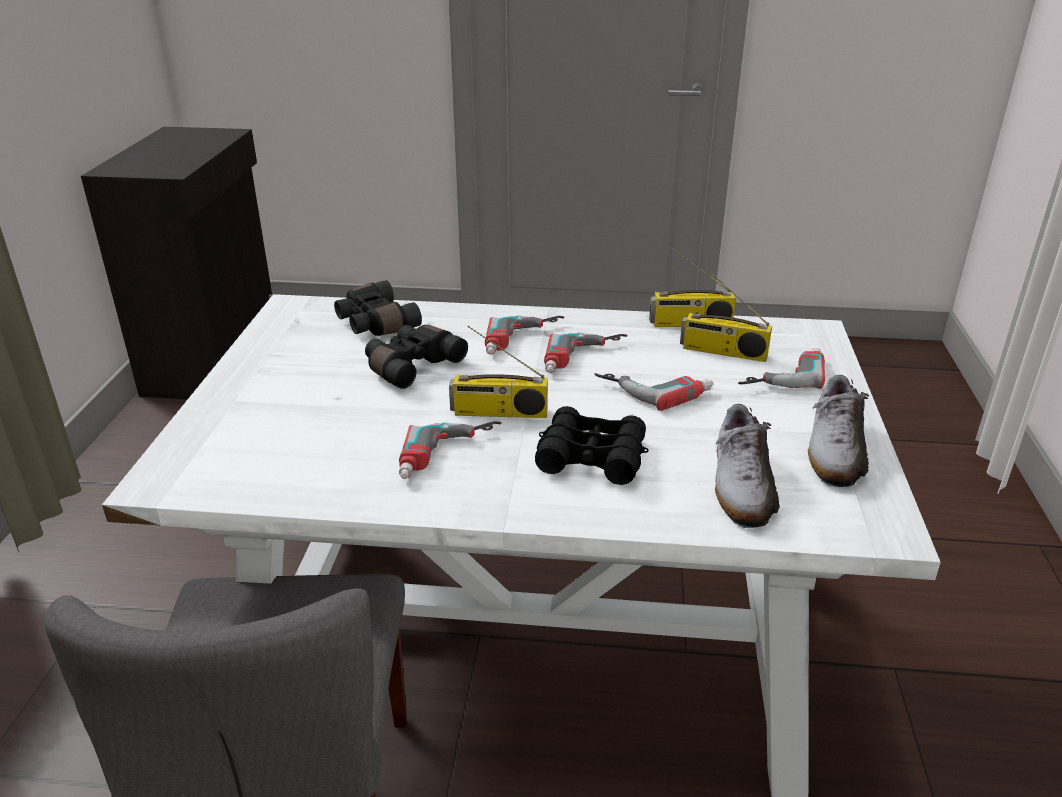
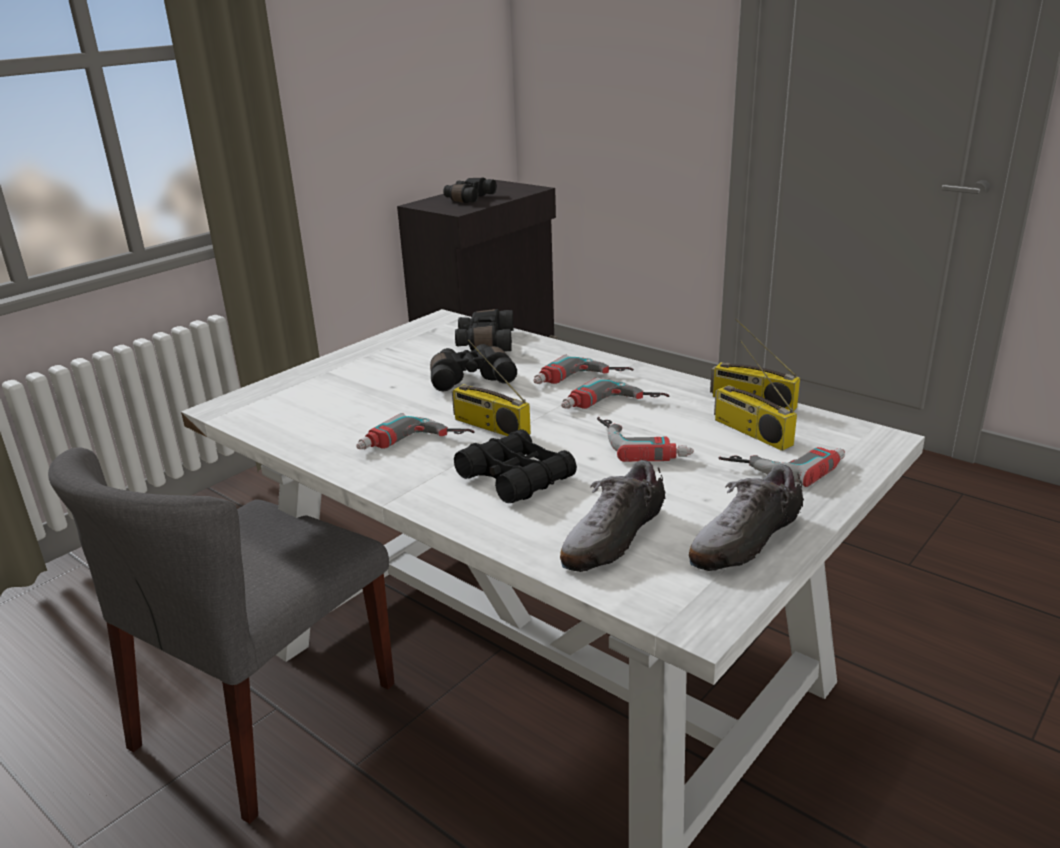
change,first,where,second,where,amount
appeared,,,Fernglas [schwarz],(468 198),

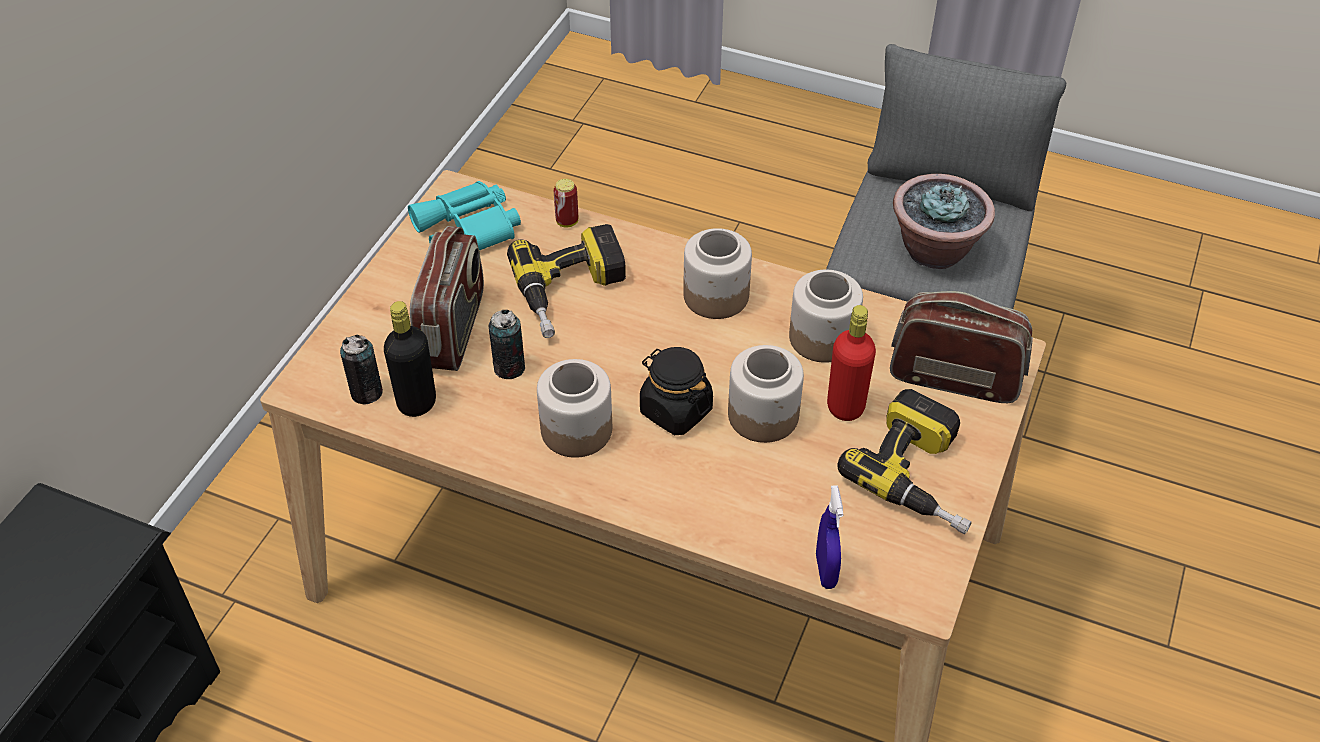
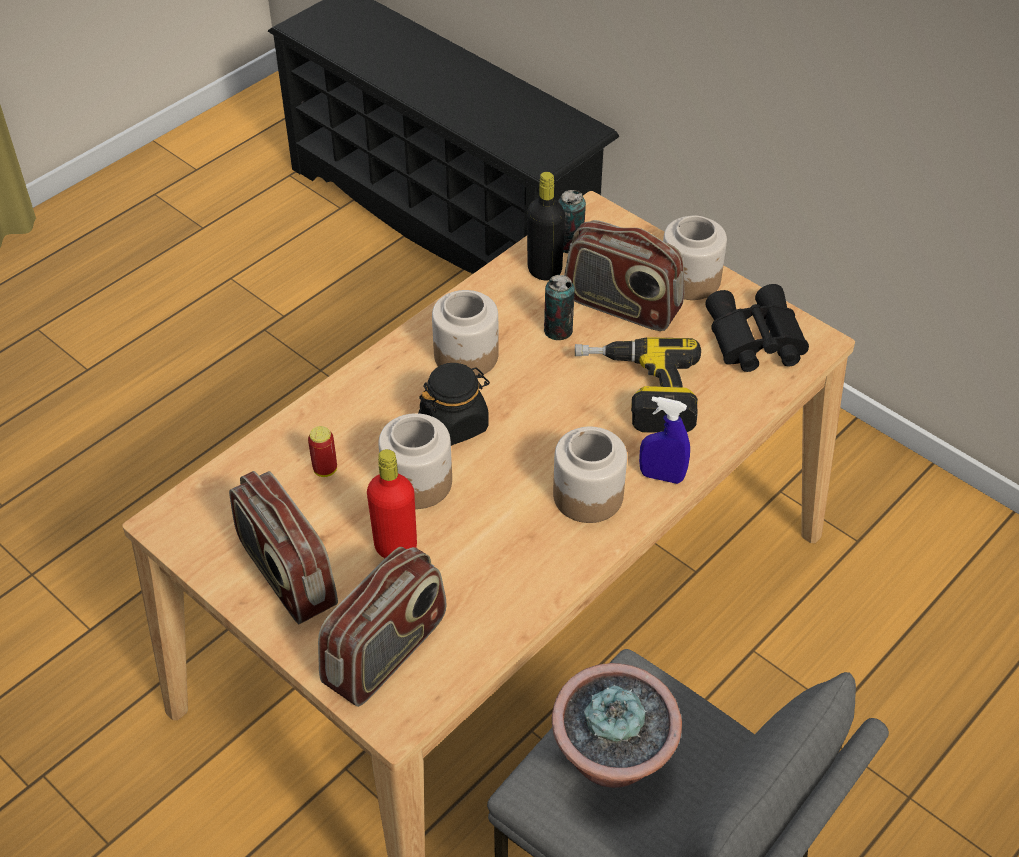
change,first,where,second,where,amount
exchanged,Bohrmaschine,(922 475),Radio,(286 574),
relocated,Dose,(567 222),,(325 469),
relocated,Sprühflasche [blau],(825 571),,(661 476),
relocated,Vorratsglas,(823 337),,(690 280),
colour,Fernglas [türkis],(470 230),Fernglas [schwarz],(753 340),

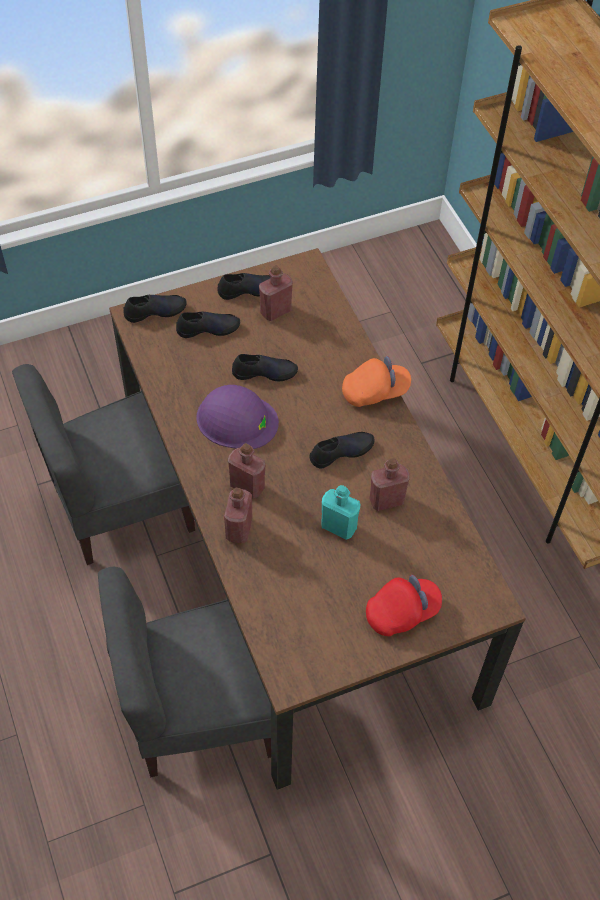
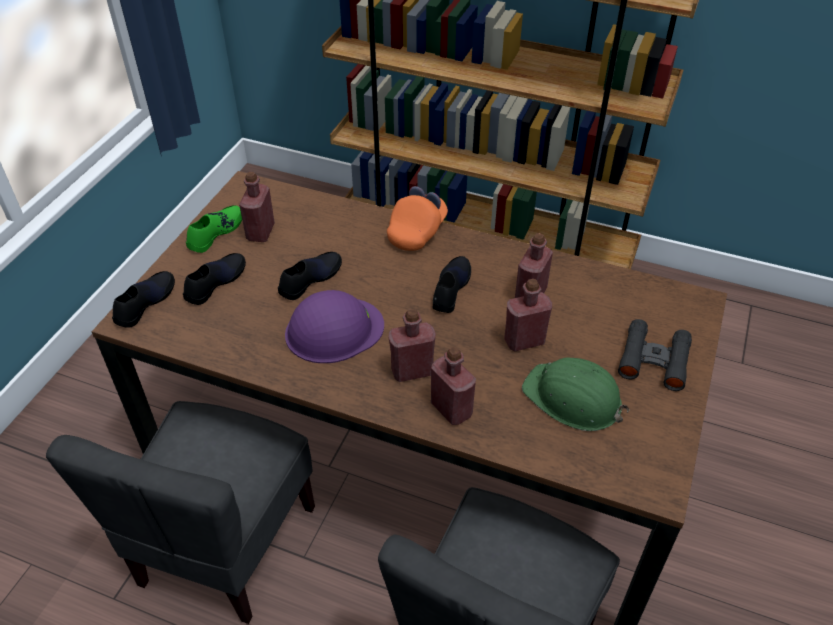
change,first,where,second,where,amount
colour,Schuh [schwarz],(248 290),Schuh [grün],(215 233),
colour,Flasche [türkis],(339 527),Flasche [rot],(524 341),
appeared,,,Schutzhelm [grün],(573 399),
exchanged,Kappe [rot],(402 612),Fernglas [schwarz],(654 360),

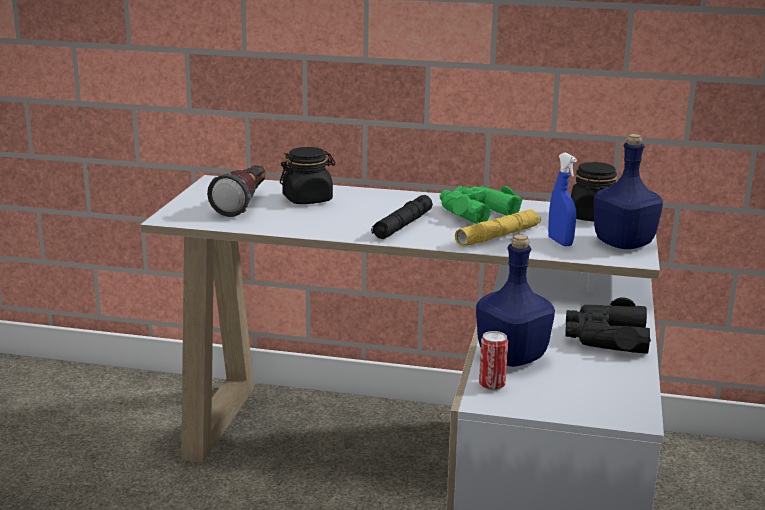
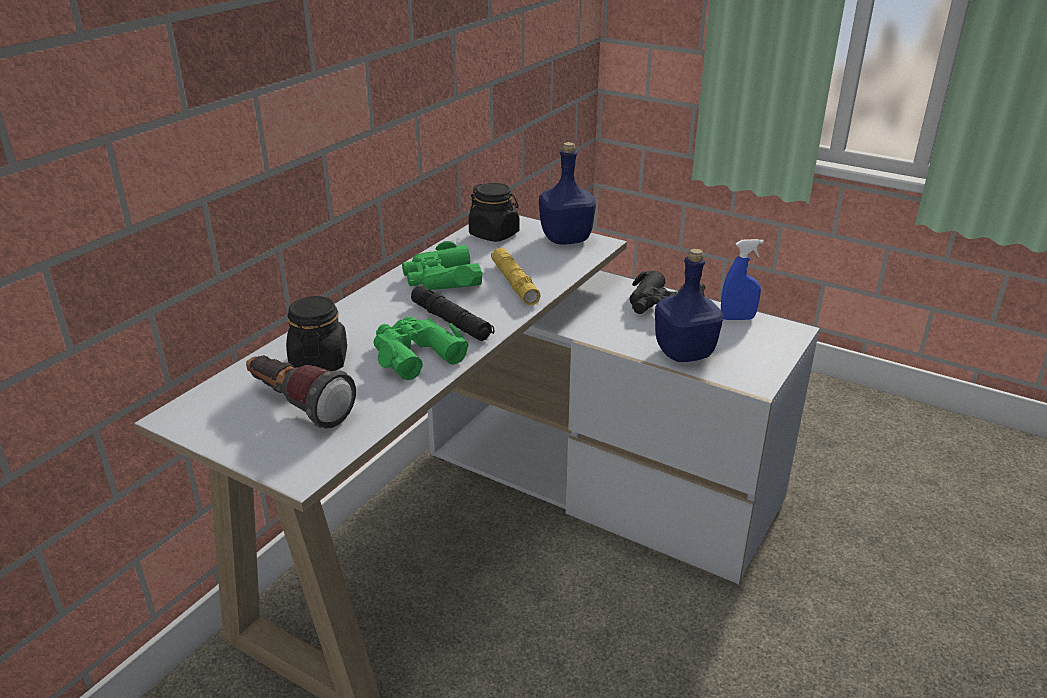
change,first,where,second,where,amount
appeared,,,Fernglas [grün],(415 354),
relocated,Sprühflasche [blau],(560 242),,(737 318),
missing,Dose,(492 385),,,

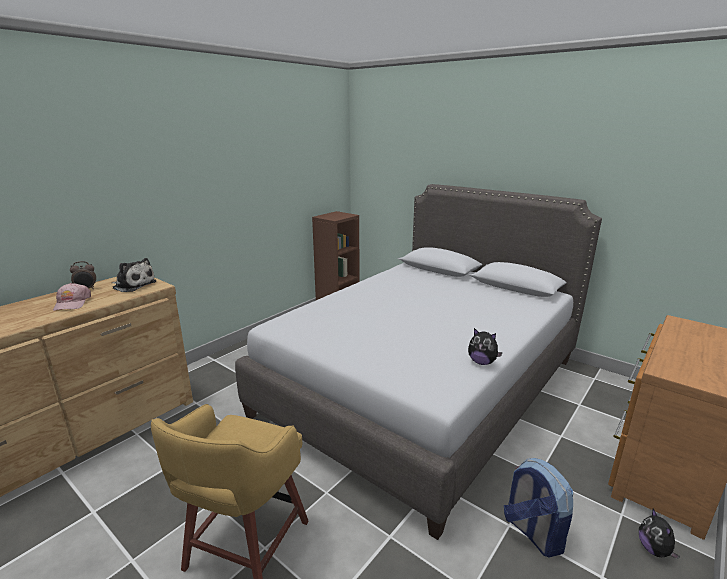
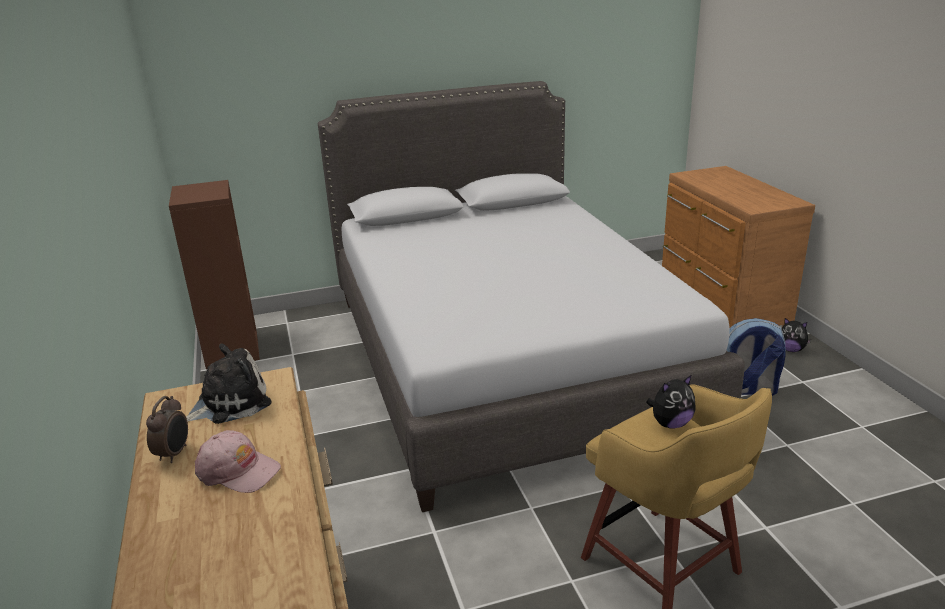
change,first,where,second,where,amount
relocated,Plüschtier,(482 362),,(670 423),

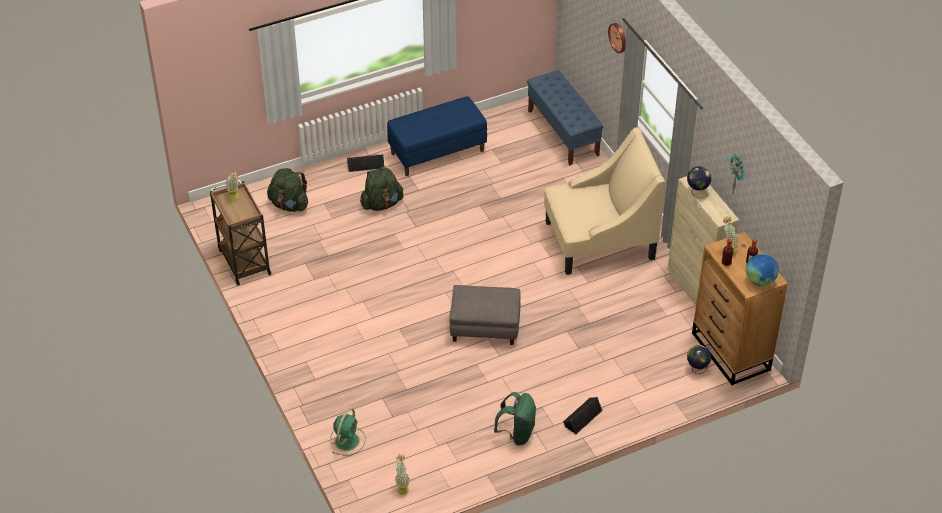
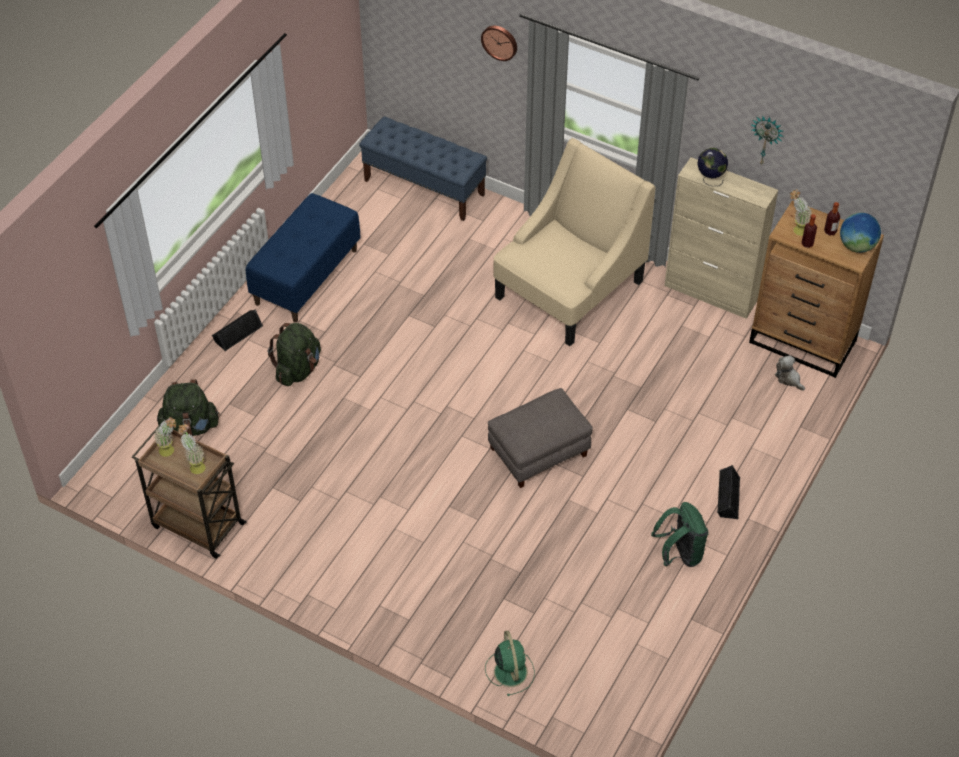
change,first,where,second,where,amount
relocated,Topfpflanze,(402 487),,(194 465),
exchanged,Globus,(697 369),Plüschtier,(788 378),

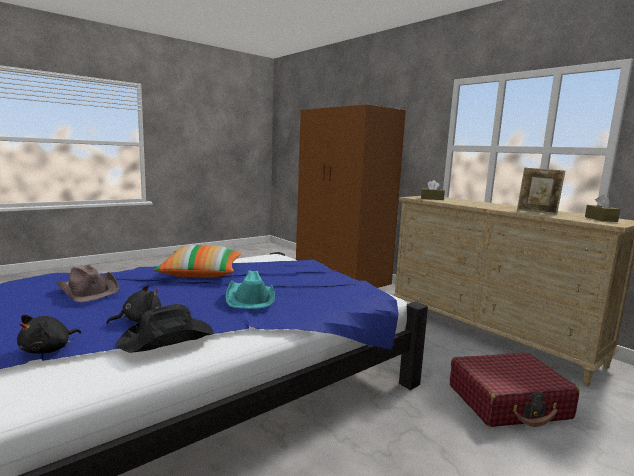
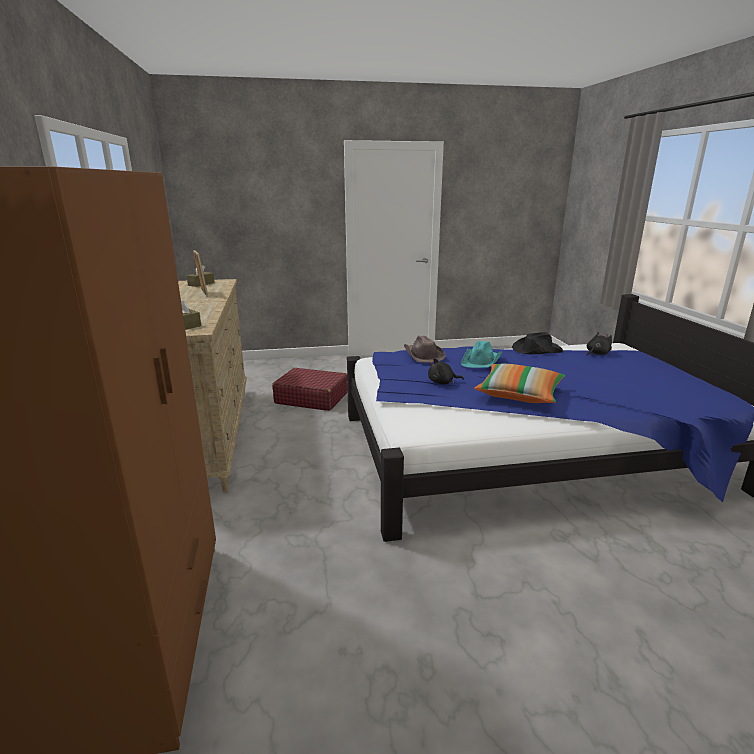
change,first,where,second,where,amount
relocated,Hut [braun],(89 290),,(423 355),
relocated,Plüschtier [schwarz],(139 320),,(442 382),

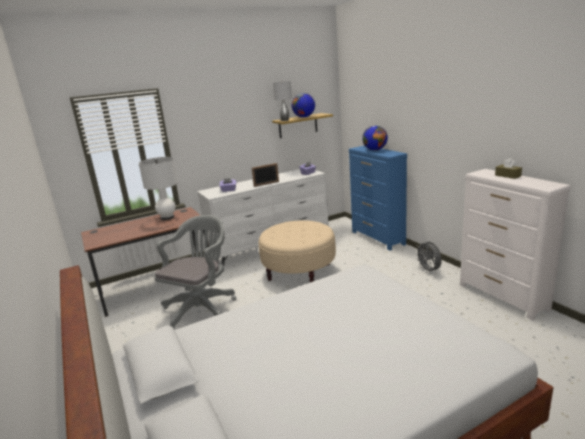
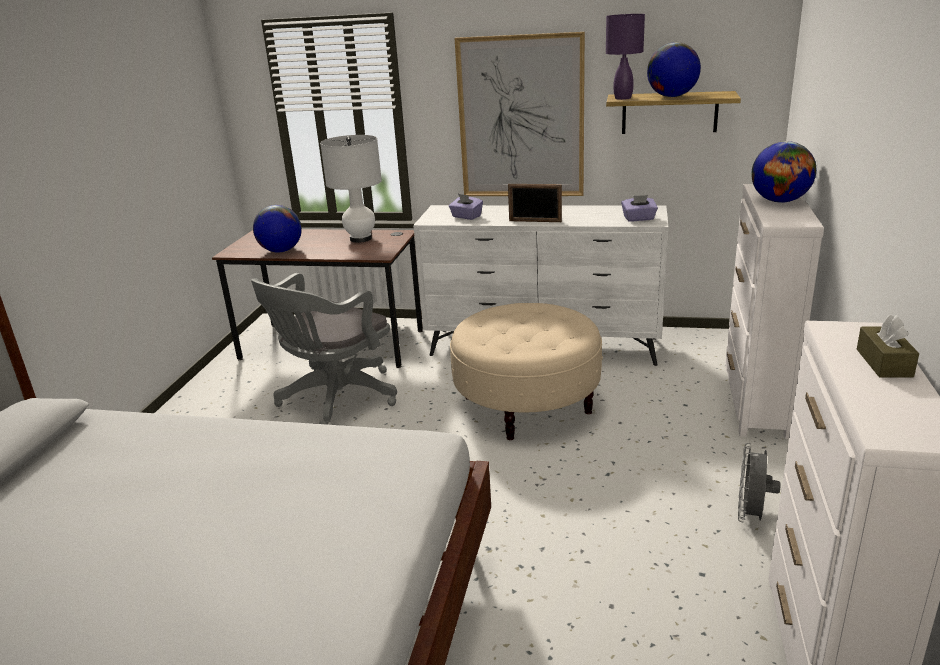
change,first,where,second,where,amount
spun,Bürostuhl [grau],(201 308),,(334 399),150 degrees clockwise
appeared,,,Globus,(281 251),
appeared,,,Bild,(521 118),
colour,Tischlampe [grau],(284 120),Tischlampe [lila],(622 98),
colour,Kommode [blau],(378 238),Kommode [weiß],(755 401),

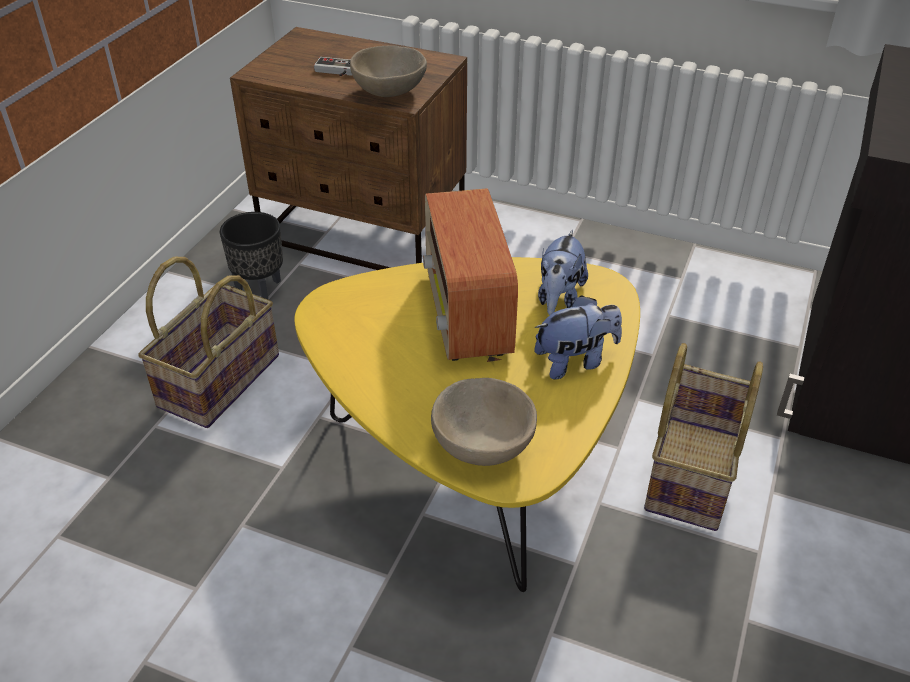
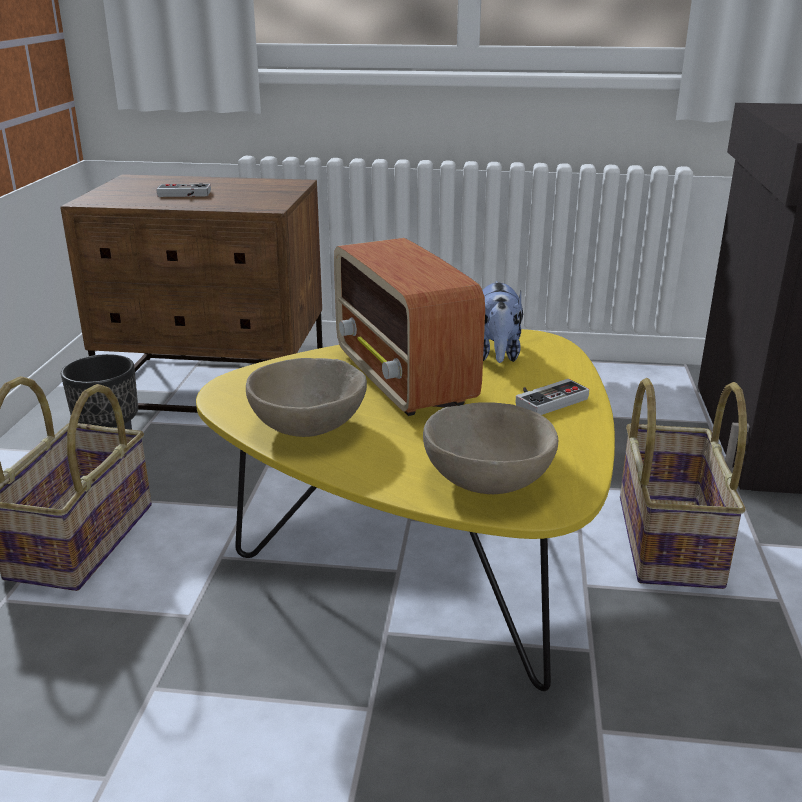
change,first,where,second,where,amount
relocated,Schüssel [beige],(389 92),,(308 428),
exchanged,Plüschtier,(575 361),Gamepad,(546 399),

